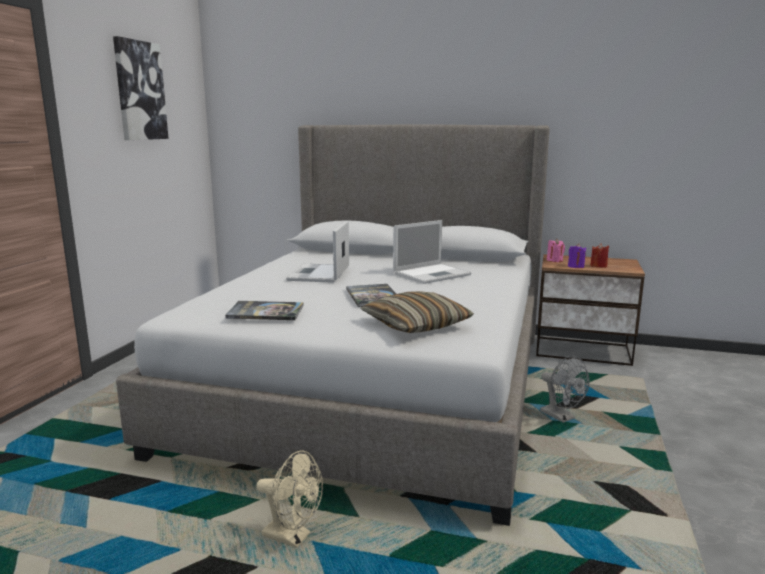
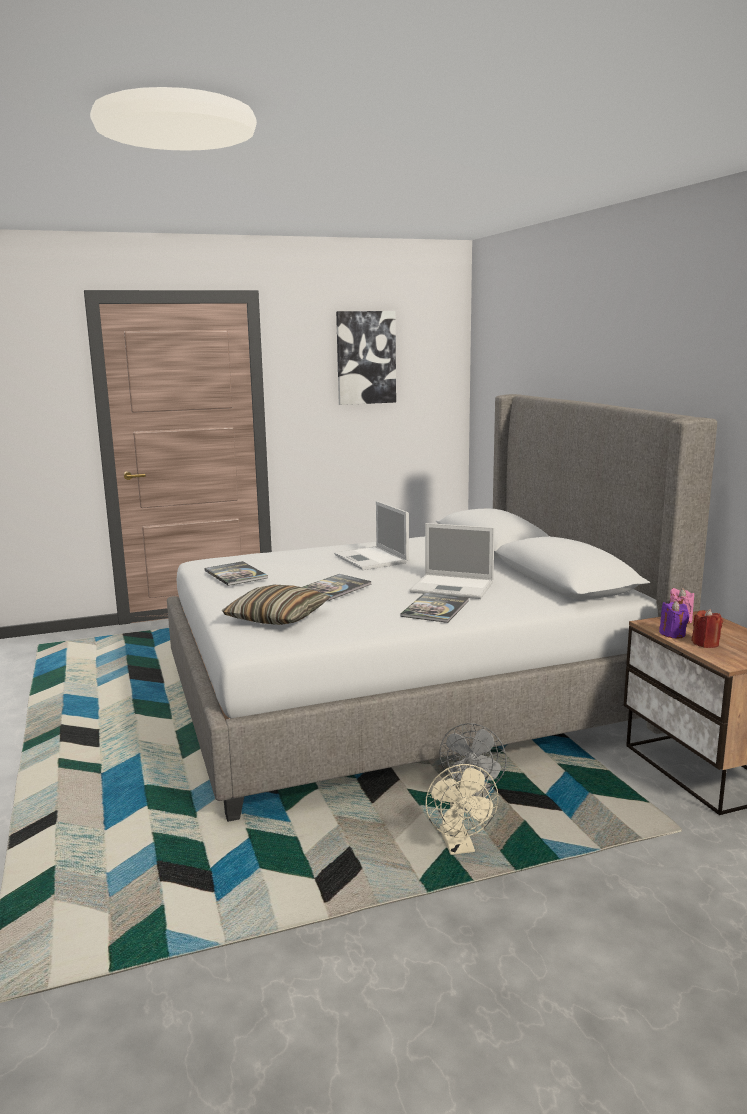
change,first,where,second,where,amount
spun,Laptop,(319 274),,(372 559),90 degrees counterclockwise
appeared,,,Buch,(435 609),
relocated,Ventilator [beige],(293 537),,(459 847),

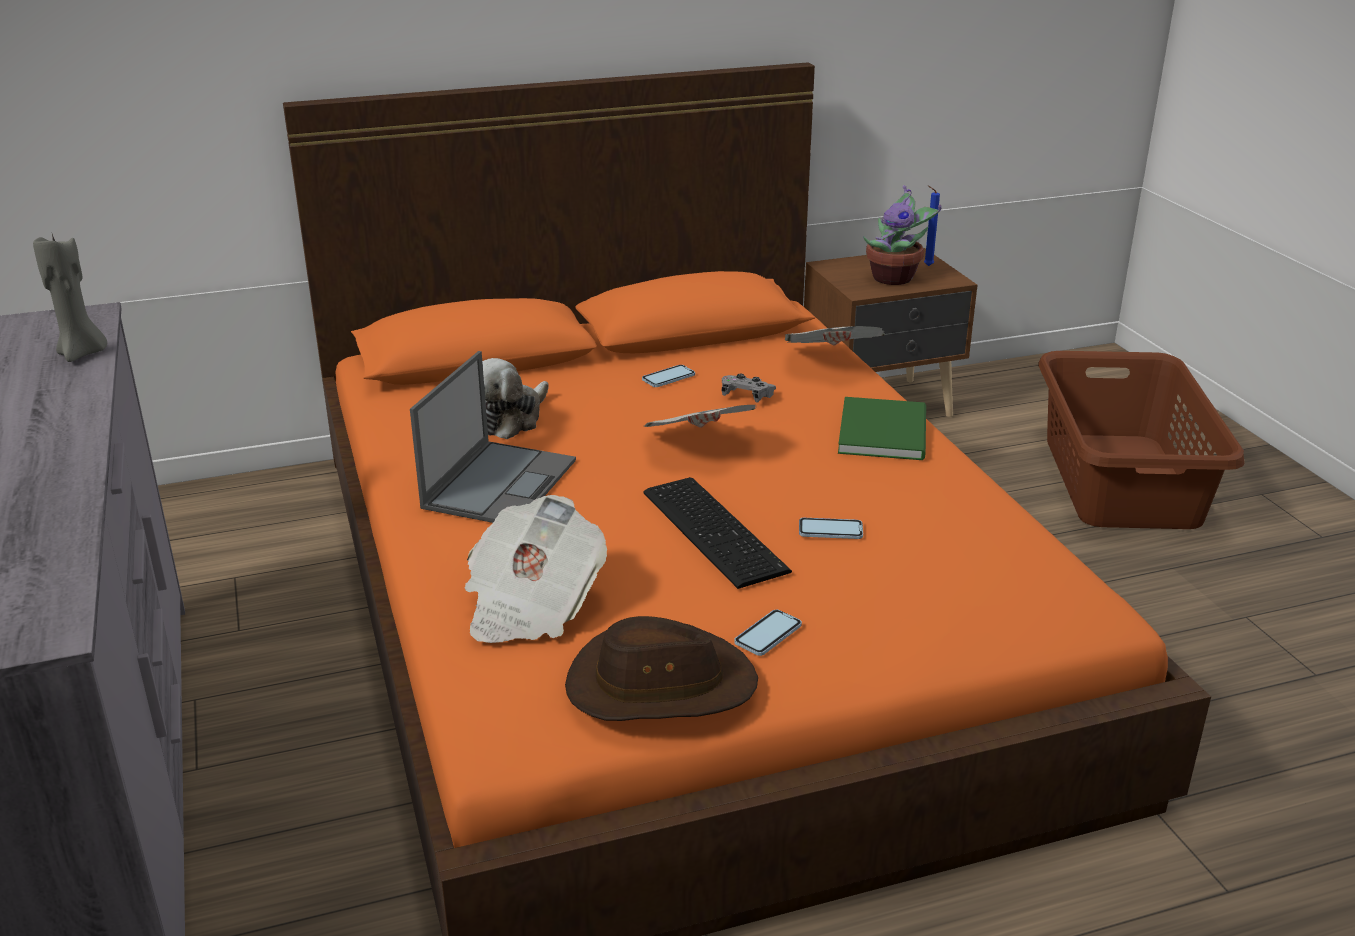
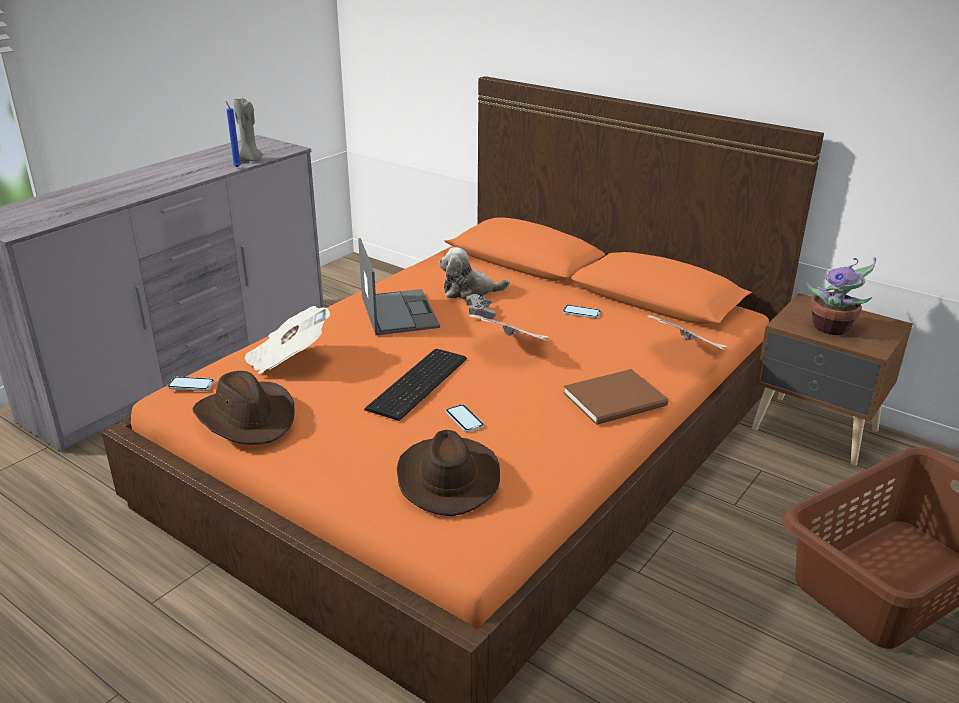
change,first,where,second,where,amount
relocated,Handy,(768 635),,(191 385),
relocated,Kerze [blau],(926 266),,(237 167),
spun,Laptop,(500 483),,(398 312),90 degrees counterclockwise
appeared,,,Hut [braun],(447 478),
relocated,Gamepad [grau],(747 396),,(480 312),
colour,Buch [grün],(885 431),Buch [braun],(618 400),

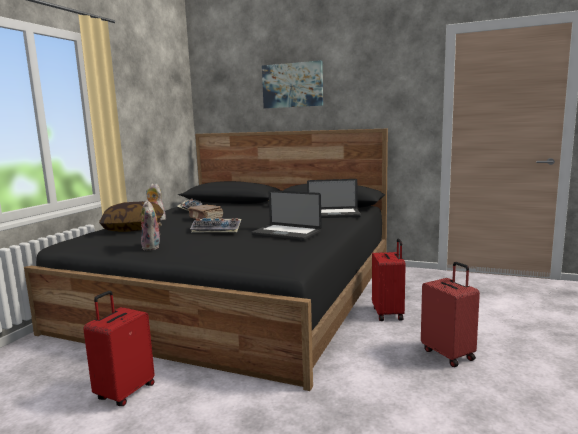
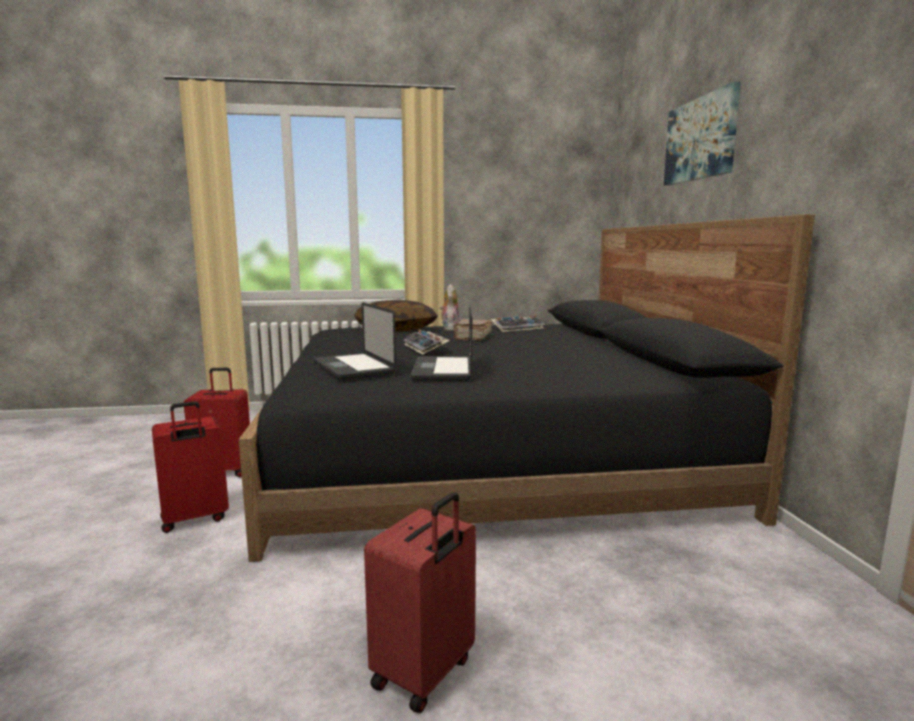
change,first,where,second,where,amount
relocated,Koffer [rot],(388 314),,(194 519),
relocated,Laptop,(333 214),,(353 368),
missing,Plüschtier,(153 247),,,

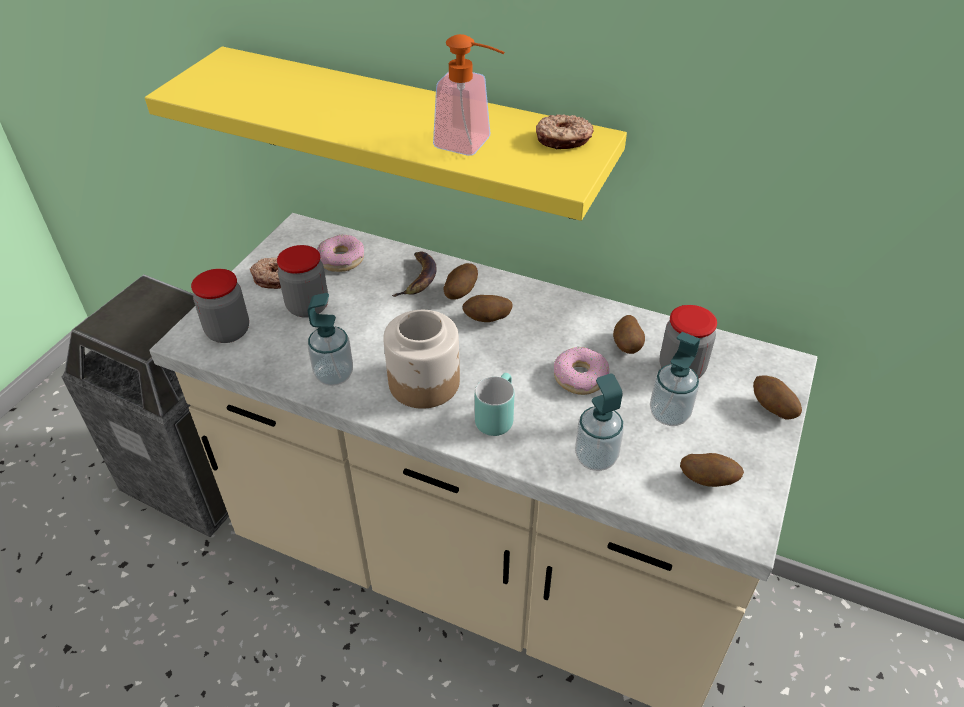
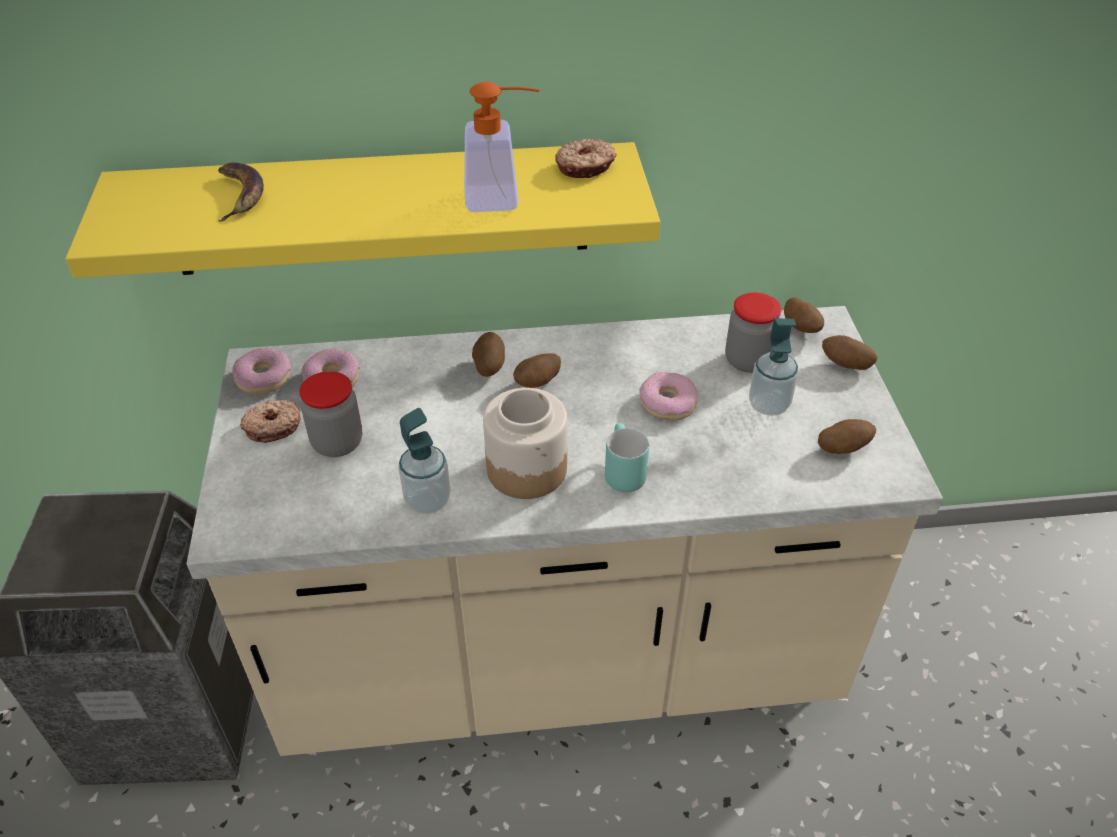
change,first,where,second,where,amount
relocated,Banane,(418 278),,(239 194),
appeared,,,Donut,(263 378),
relocated,Kartoffel,(627 347),,(801 329),
missing,Vorratsglas,(228 331),,,
missing,Seifenspender,(595 457),,,

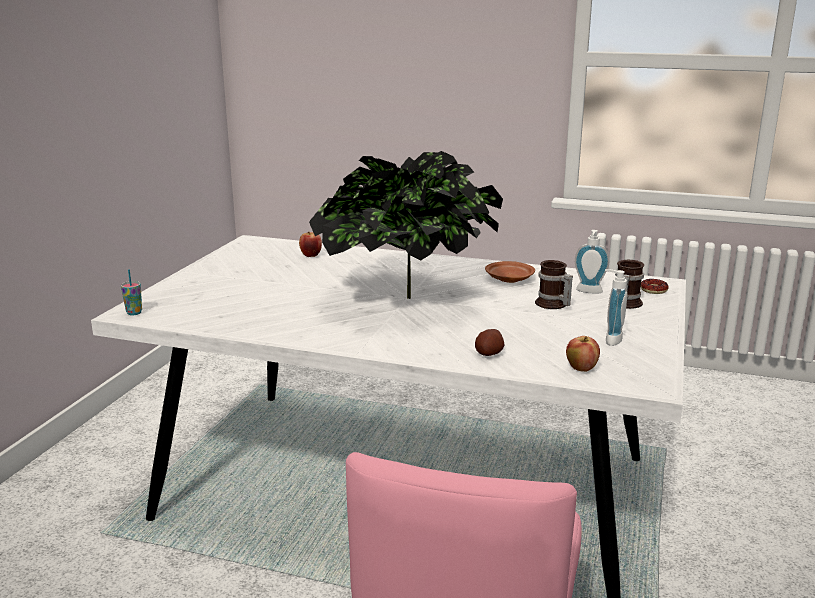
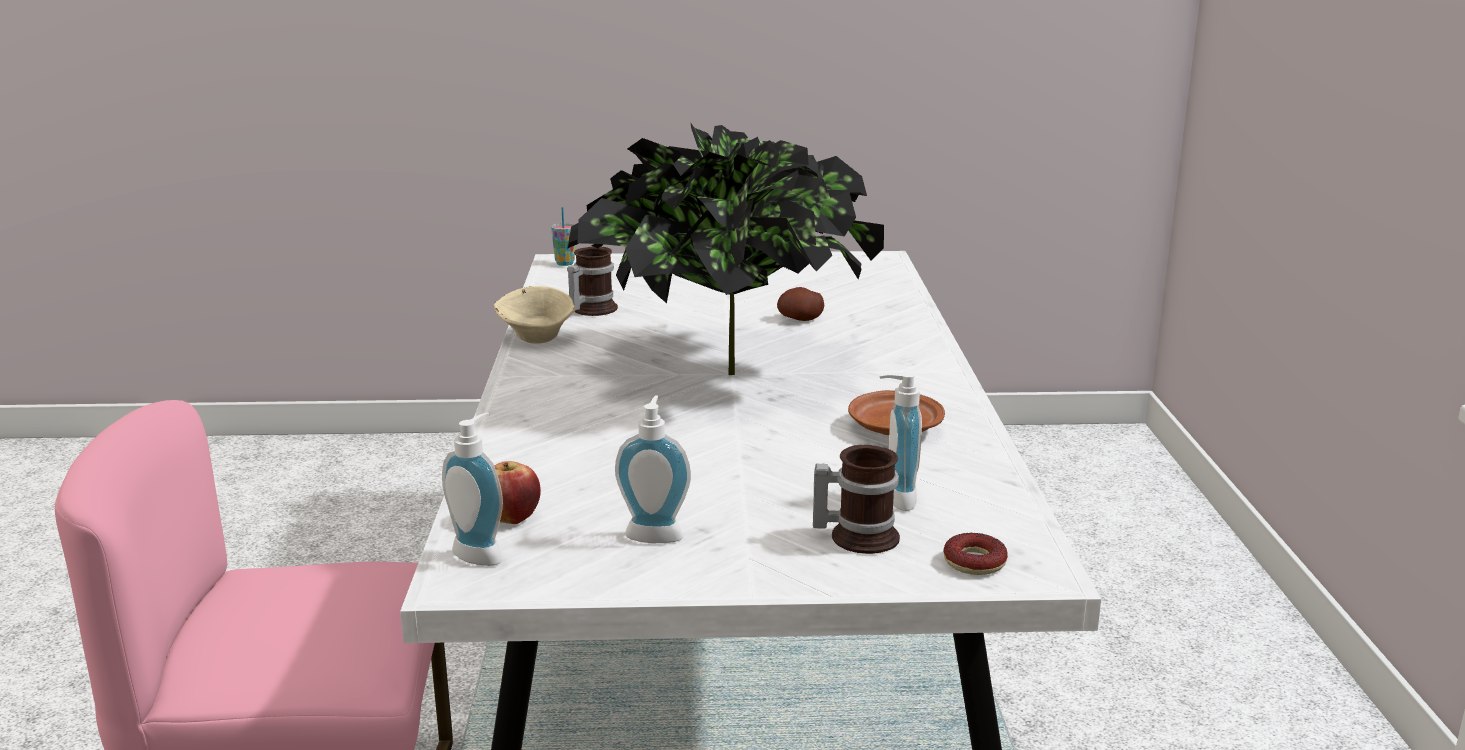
change,first,where,second,where,amount
appeared,,,Seifenspender,(482 553),
appeared,,,Schüssel [beige],(538 339),
relocated,Henkelbecher,(552 304),,(590 309),
relocated,Kartoffel,(489 353),,(800 319),
missing,Apfel,(311 255),,,

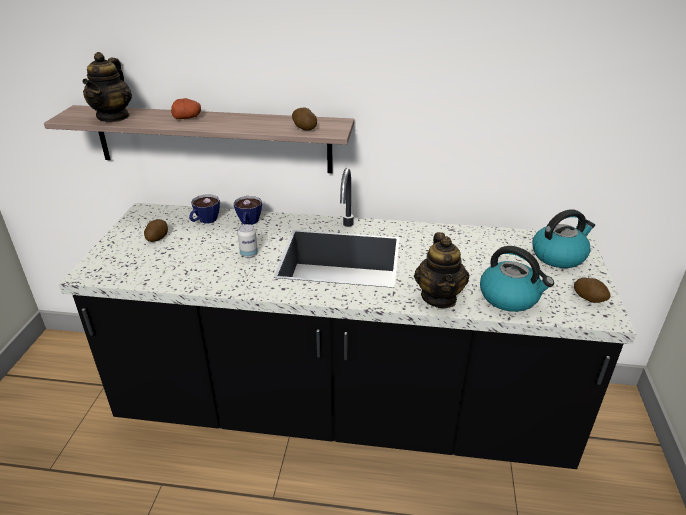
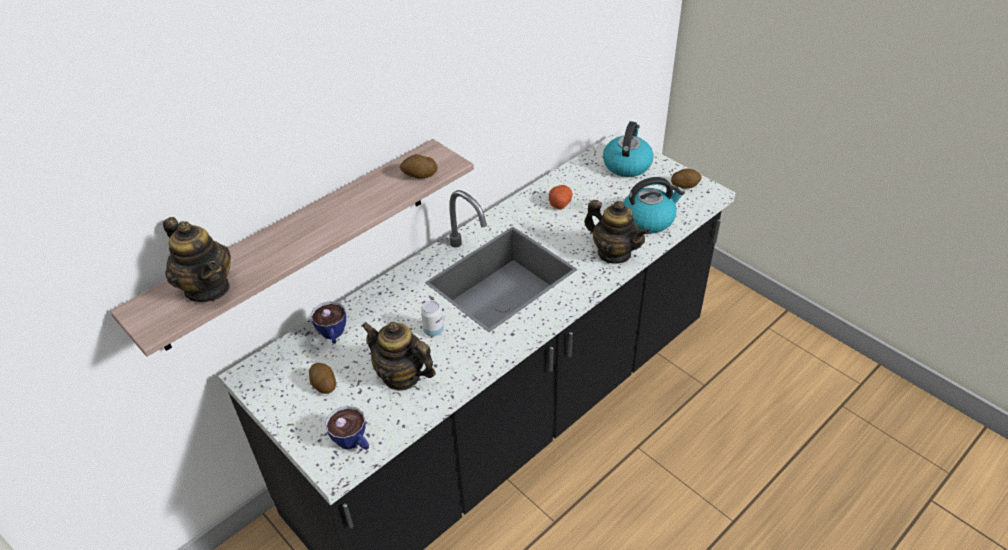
change,first,where,second,where,amount
relocated,Tasse,(248 223),,(354 442),
appeared,,,Teekanne,(401 376),
relocated,Kartoffel,(188 118),,(560 203),

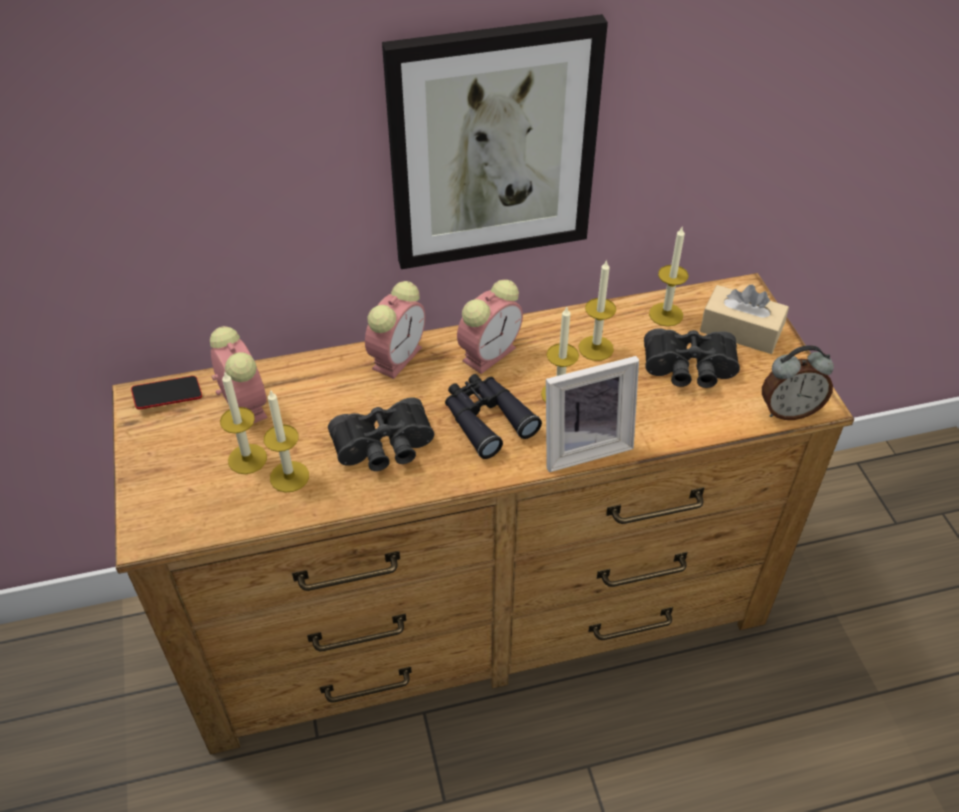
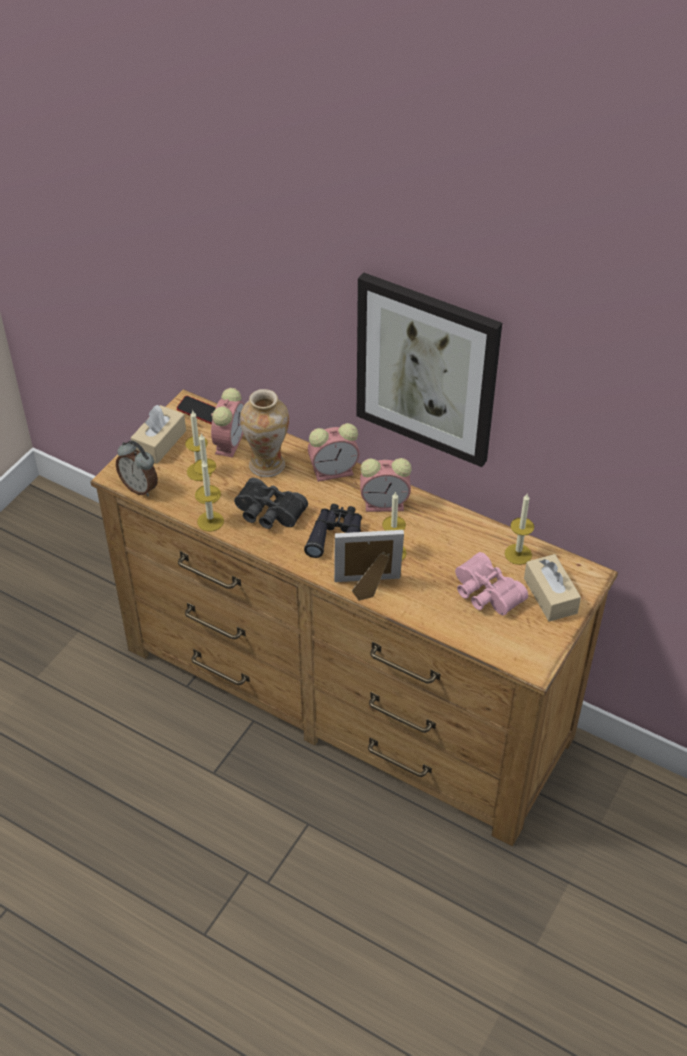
change,first,where,second,where,amount
relocated,Wecker,(788 410),,(140 487),
appeared,,,Taschentuchbox [beige],(160 442),
relocated,Kerze,(596 348),,(210 521),
appeared,,,Vase,(267 465),
spun,Bilderrahmen,(583 446),,(368 588),150 degrees clockwise
colour,Fernglas [schwarz],(689 370),Fernglas [rosa],(485 594),

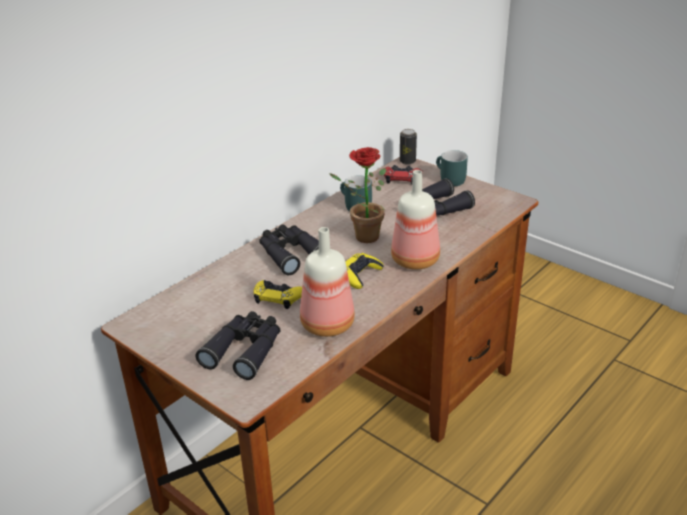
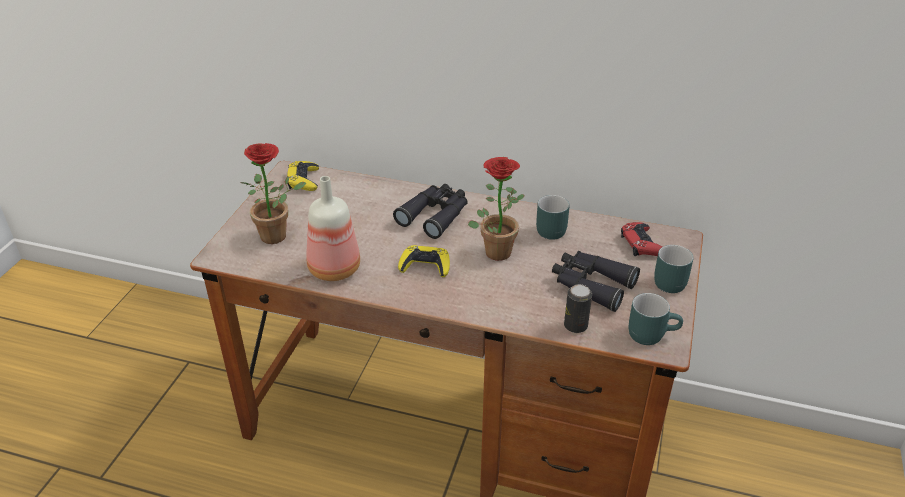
change,first,where,second,where,amount
exchanged,Fernglas [schwarz],(245 350),Topfpflanze,(279 236),
relocated,Gamepad [gelb],(278 297),,(303 180),
relocated,Dose,(407 161),,(575 326),
appeared,,,Henkelbecher [türkis],(651 333),
missing,Flasche,(416 260),,,

